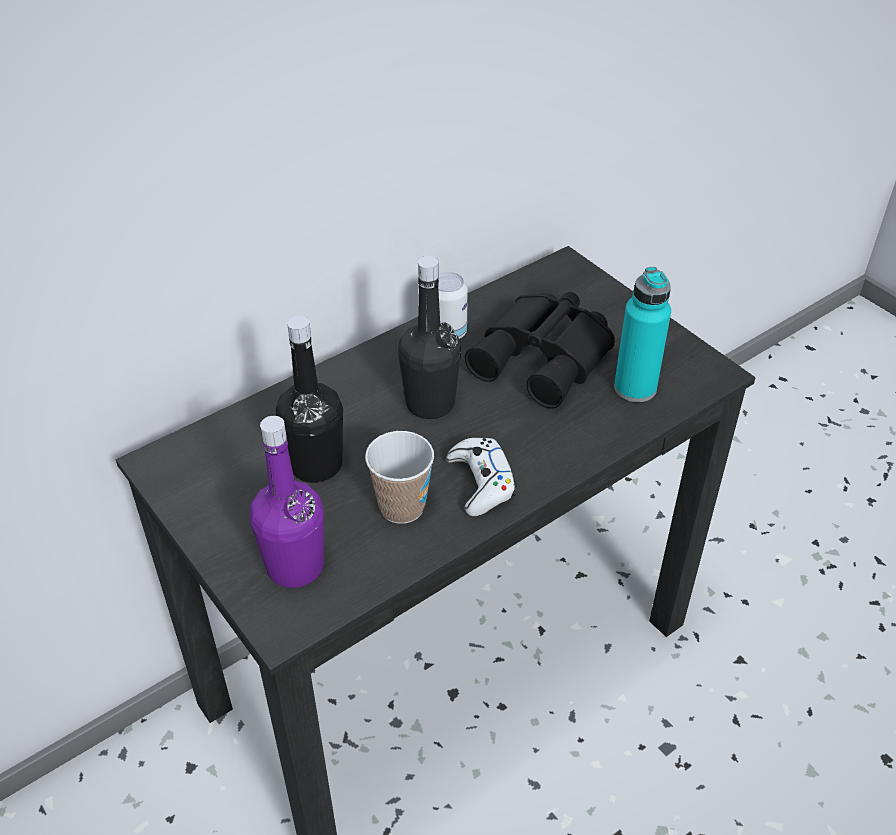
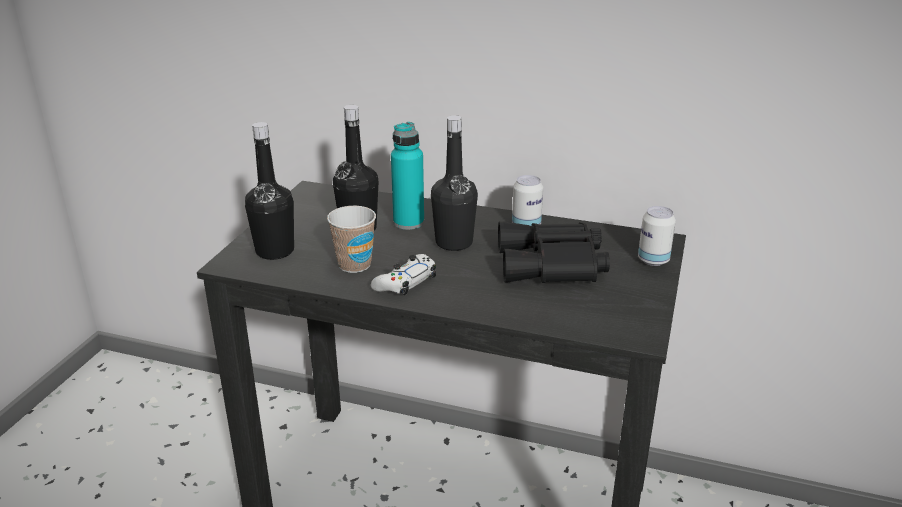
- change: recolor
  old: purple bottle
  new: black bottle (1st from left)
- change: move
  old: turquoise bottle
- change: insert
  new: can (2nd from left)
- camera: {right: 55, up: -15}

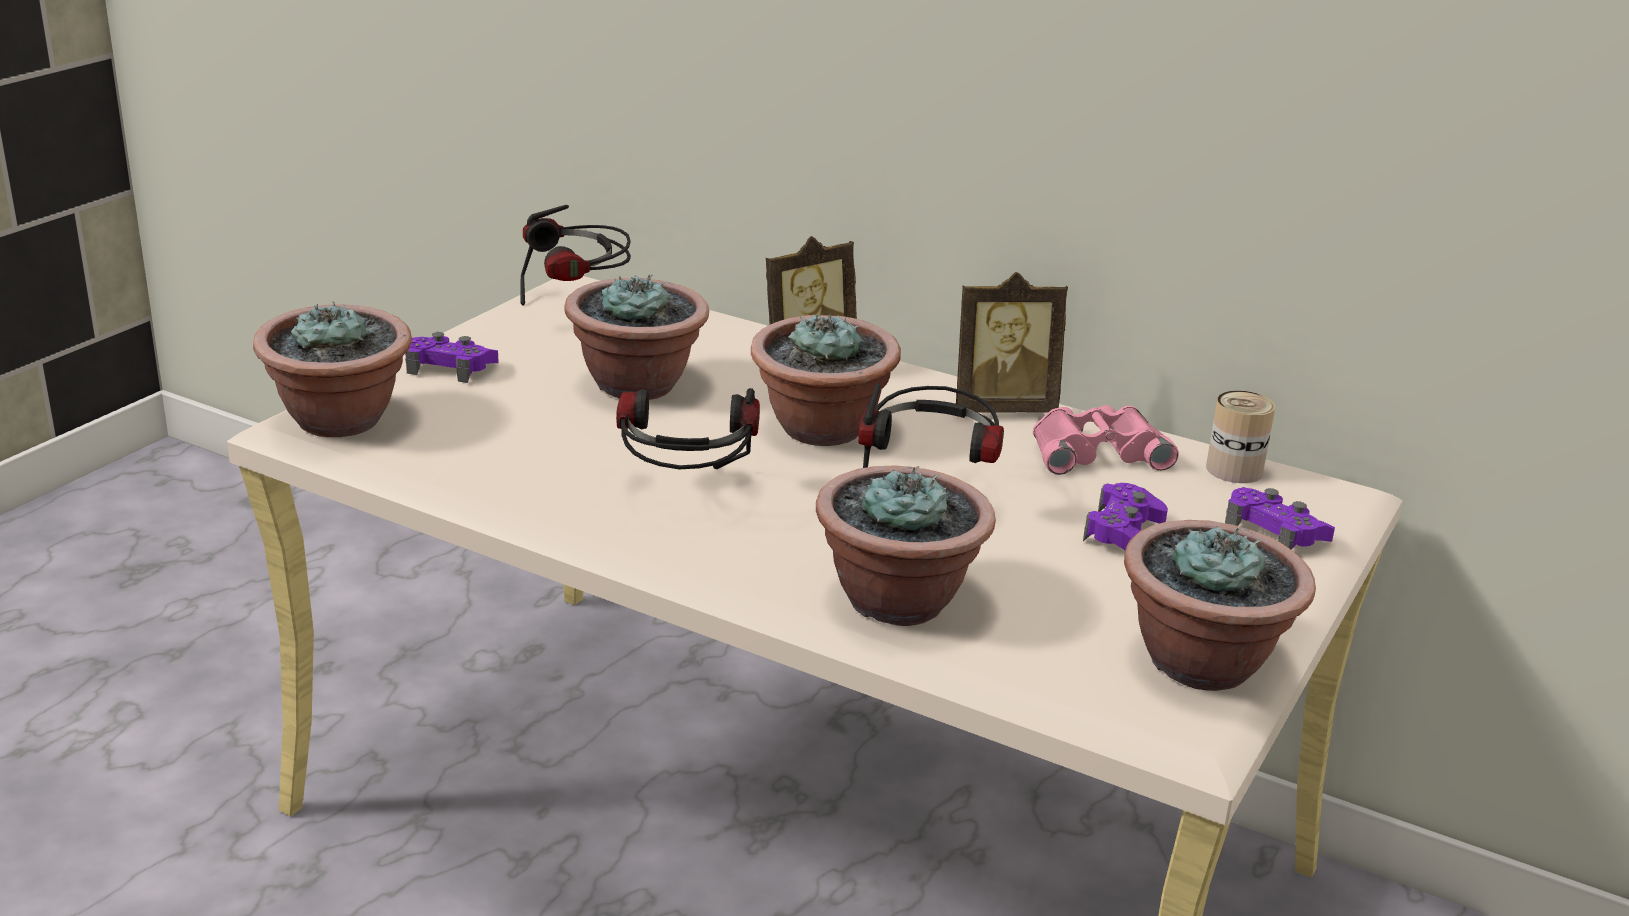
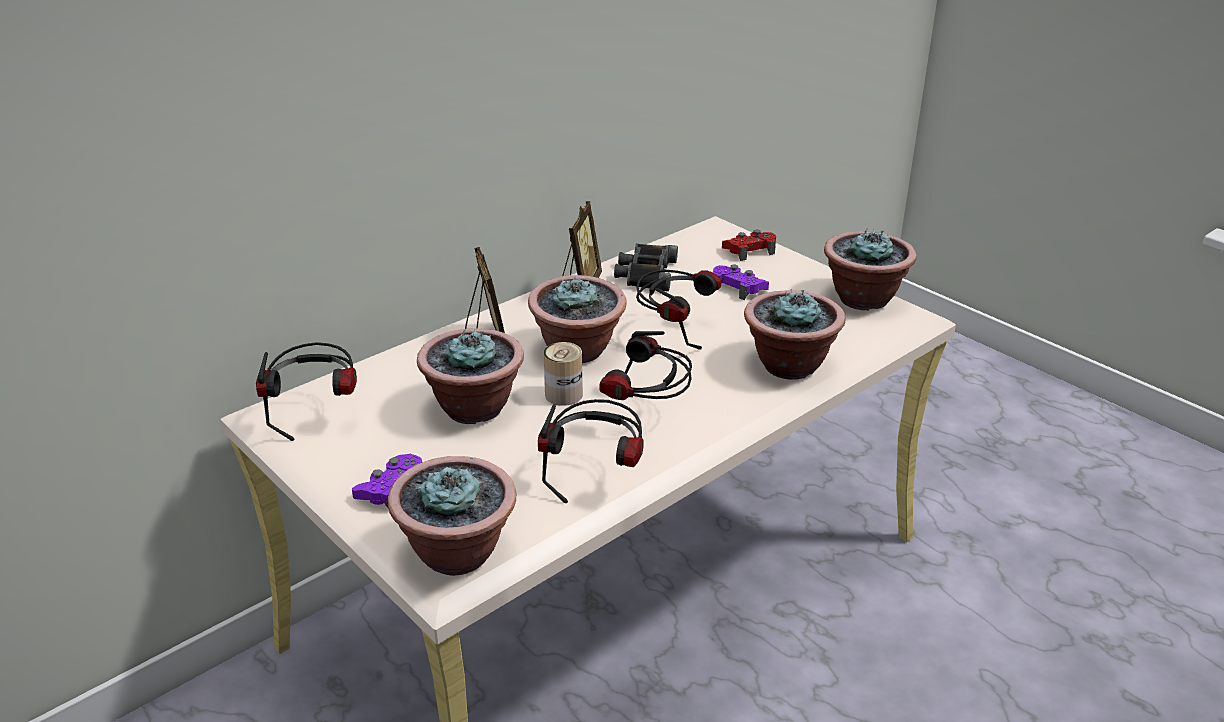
- change: recolor
  old: pink binoculars
  new: black binoculars
- change: move
  old: can
- change: recolor
  old: purple game controller (3rd from left)
  new: red game controller
- change: insert
  new: headphones (2nd from left)
- camera: {right: -70, up: 5}

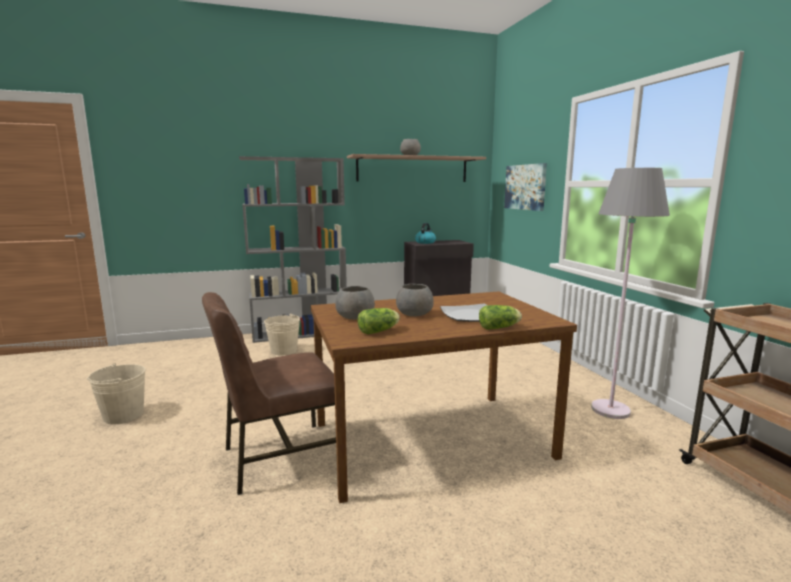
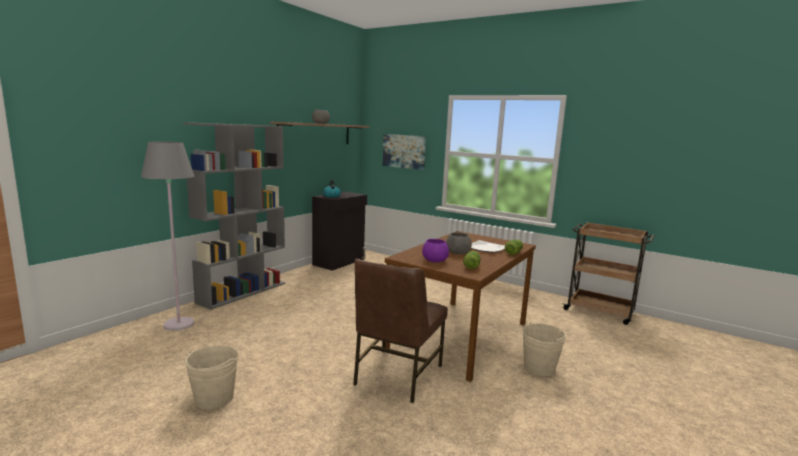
- change: move
  old: beige bucket (2nd from left)
- change: recolor
  old: grey bowl (1st from left)
  new: purple bowl
- change: move
  old: grey floor lamp
- camera: {right: -40, up: 0}

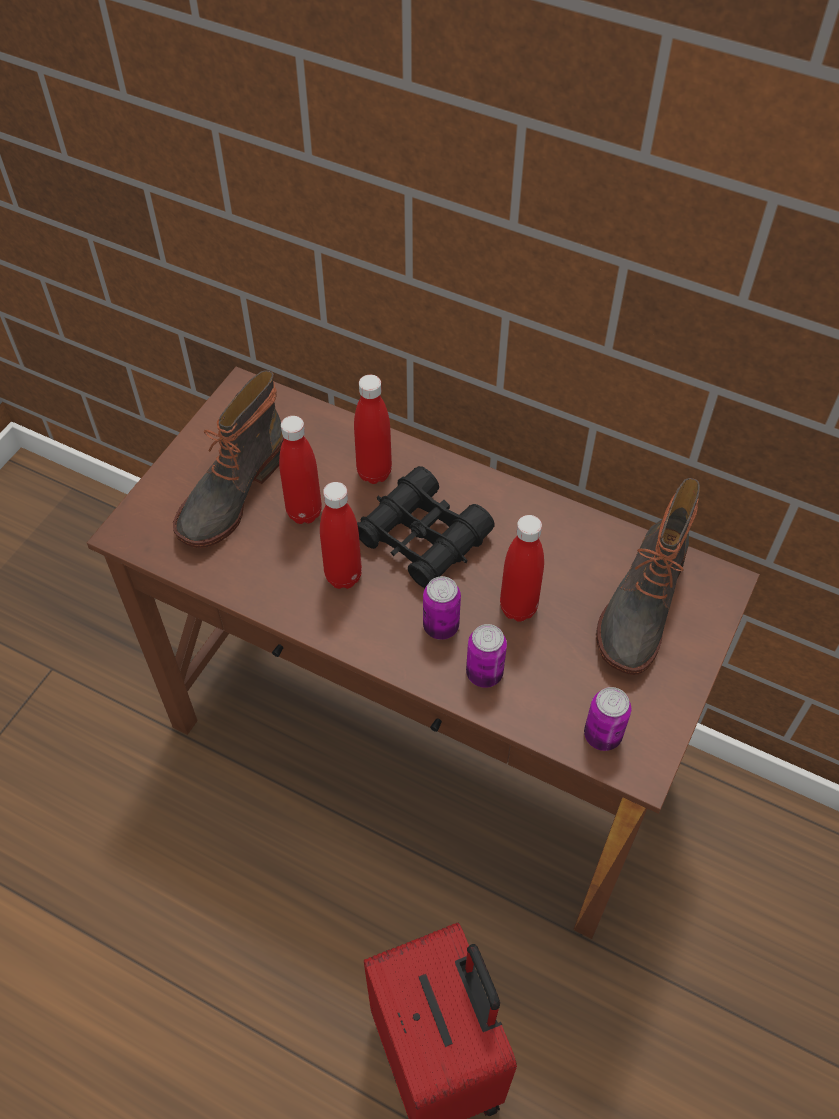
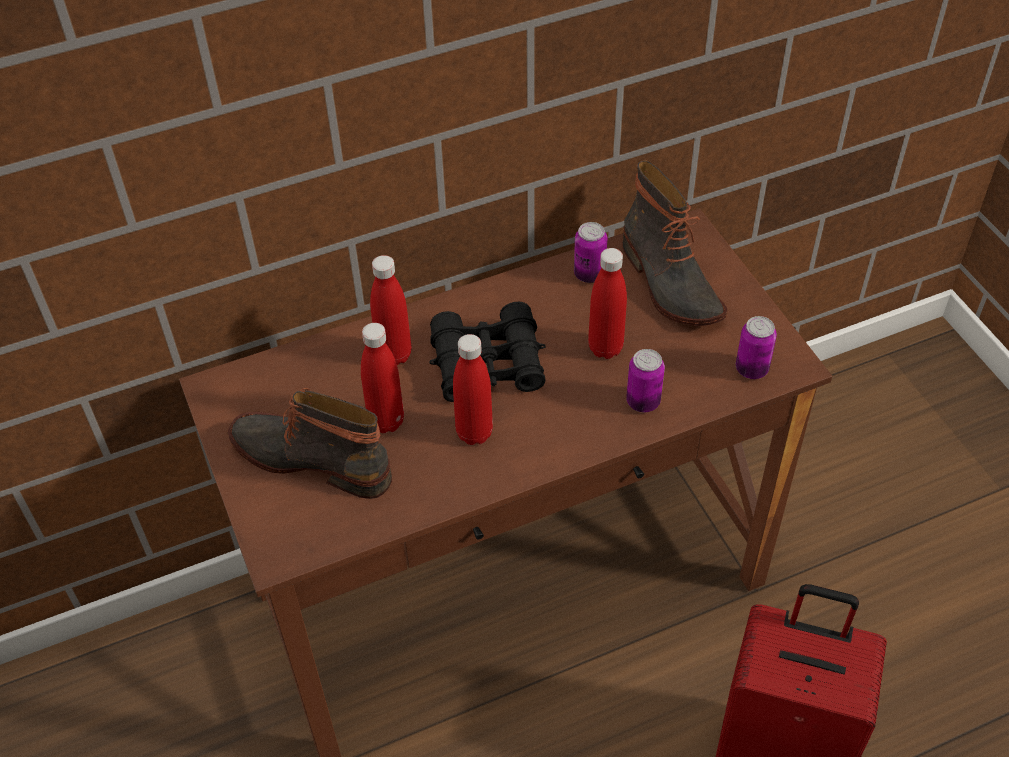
- change: rotate
  old: boot (1st from left)
  degrees: 135
- change: move
  old: can (1st from left)
- camera: {right: -50, up: -5}

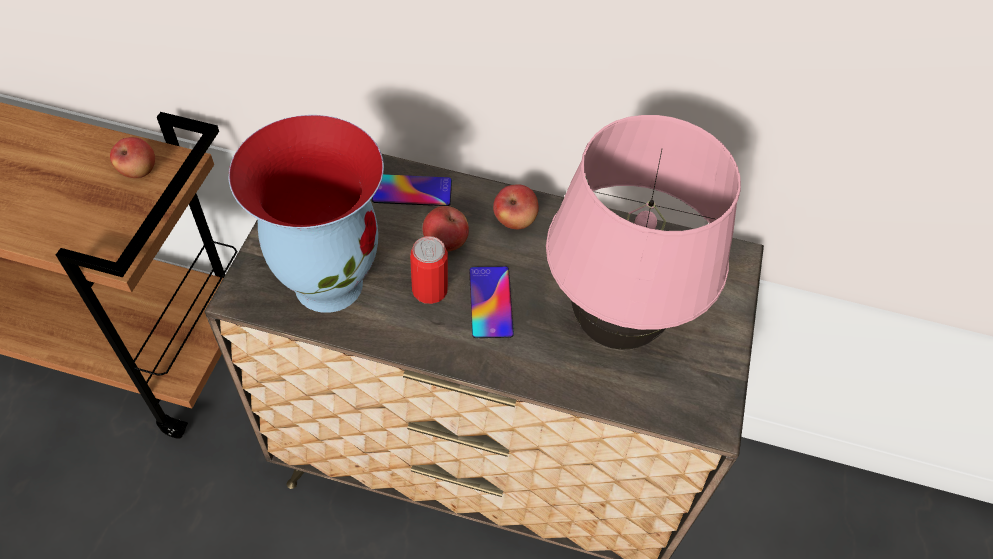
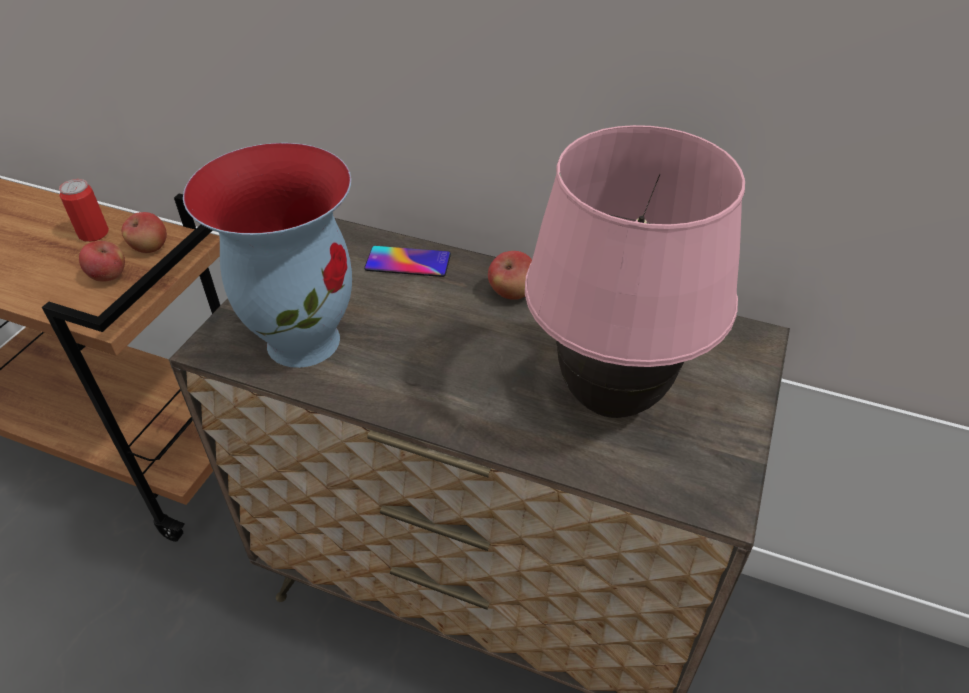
- change: move
  old: can
- change: move
  old: apple (2nd from left in the first image)
  new: apple (1st from left)
- change: delete
  old: phone (2nd from left)
- camera: {right: 10, up: -10}

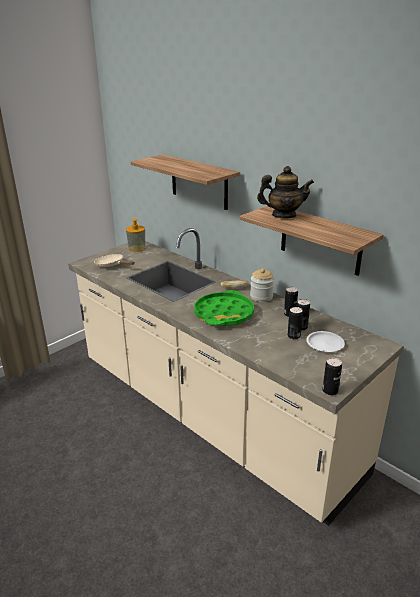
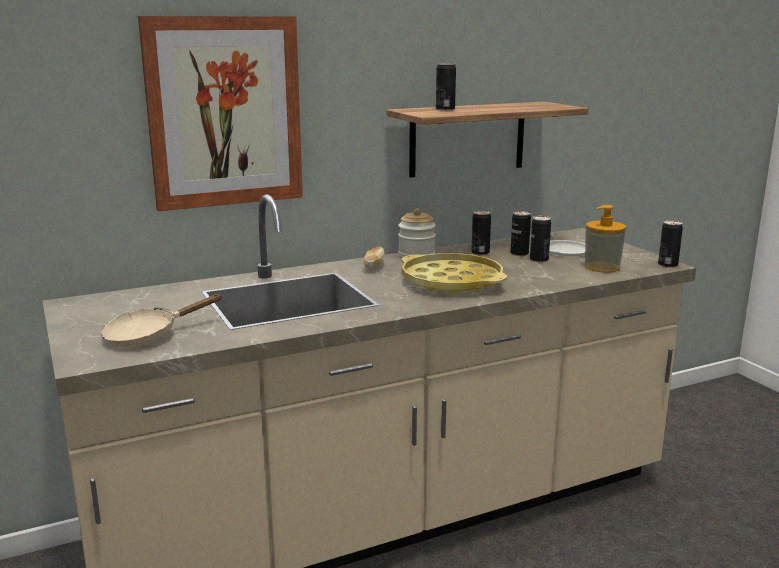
- change: move
  old: soap dispenser
- change: replace
  old: shelf (1st from left)
  new: picture
- change: recolor
  old: green tray
  new: yellow tray
- change: replace
  old: teapot
  new: can (1st from left)
- camera: {right: -70, up: -10}

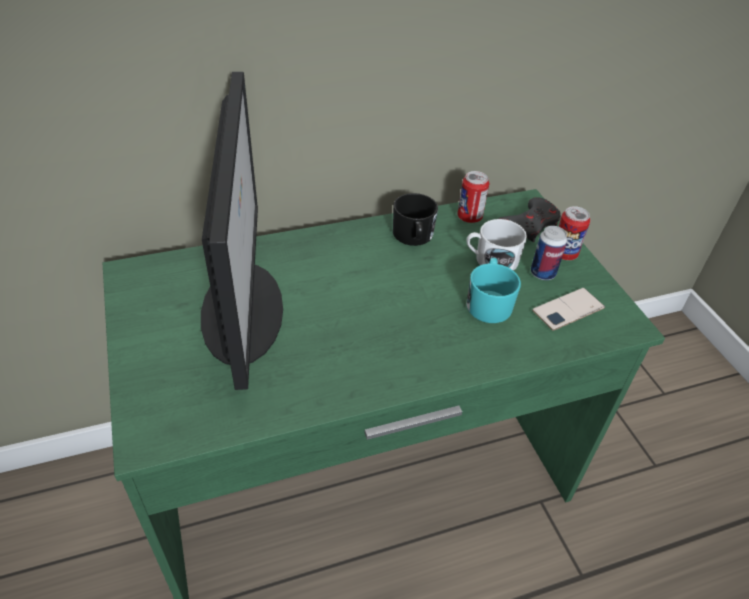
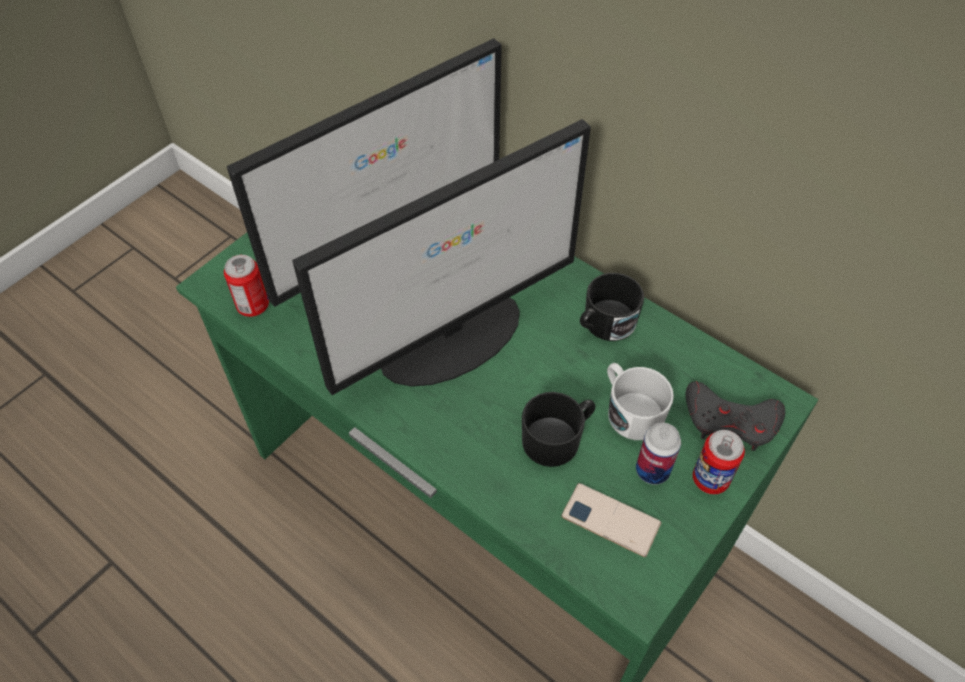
- change: move
  old: can (1st from left)
- change: recolor
  old: turquoise mug
  new: black mug (1st from left)
- change: insert
  new: monitor (2nd from left)
- camera: {right: 60, up: 10}

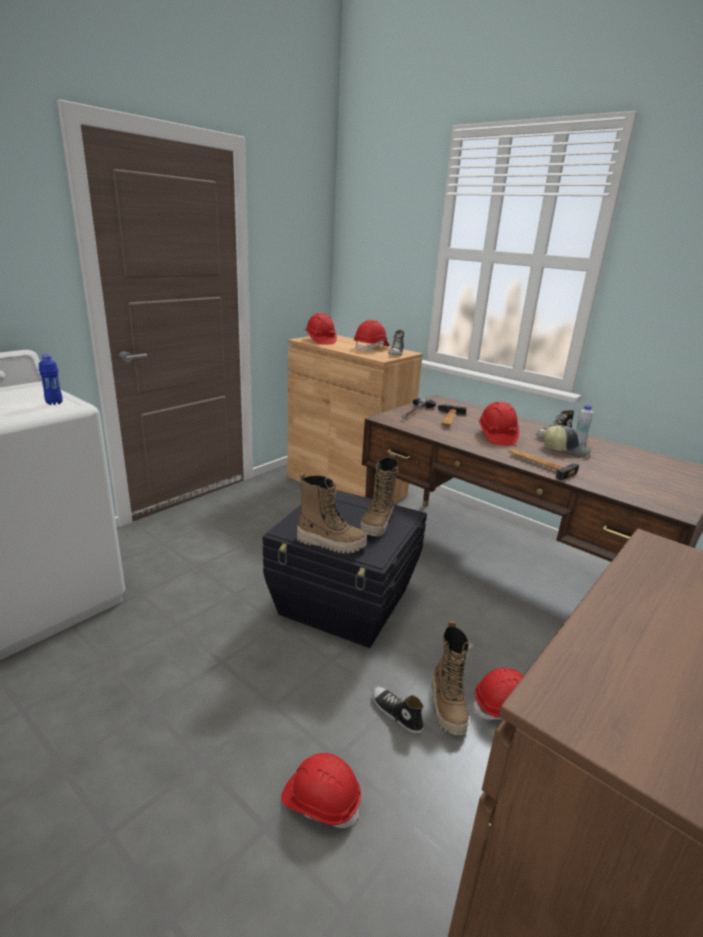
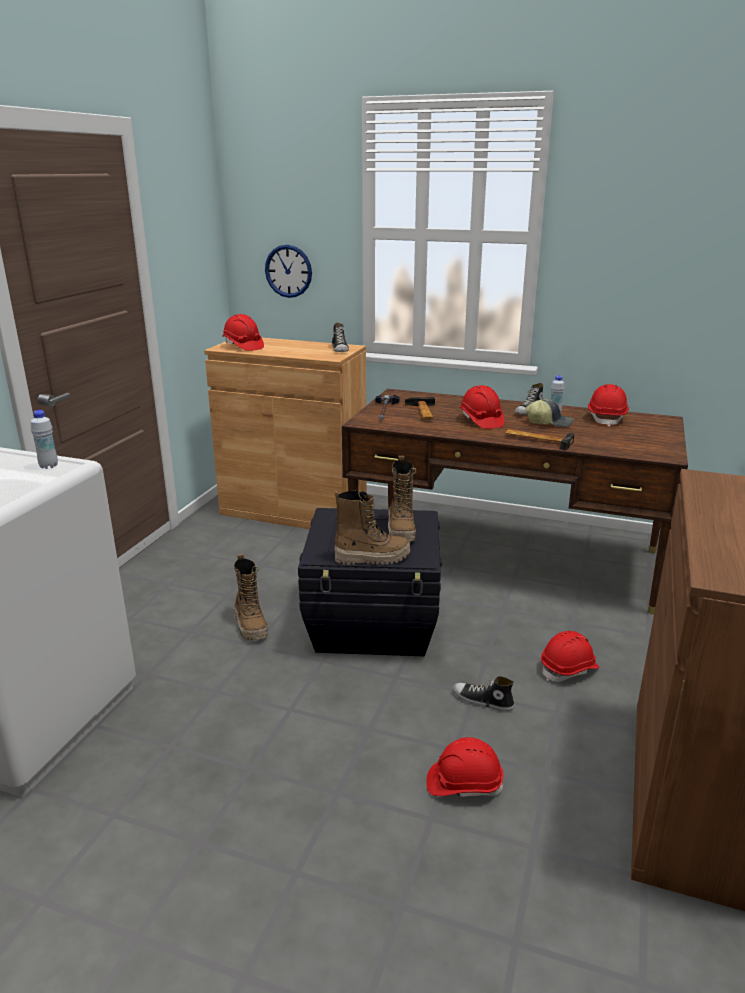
- change: recolor
  old: blue bottle
  new: white bottle (1st from left)
- change: move
  old: red hard hat (3rd from left in the first image)
  new: red hard hat (5th from left)
- change: move
  old: boot (3rd from left in the first image)
  new: boot (1st from left)
- change: insert
  new: wall clock
- camera: {right: -20, up: 0}

